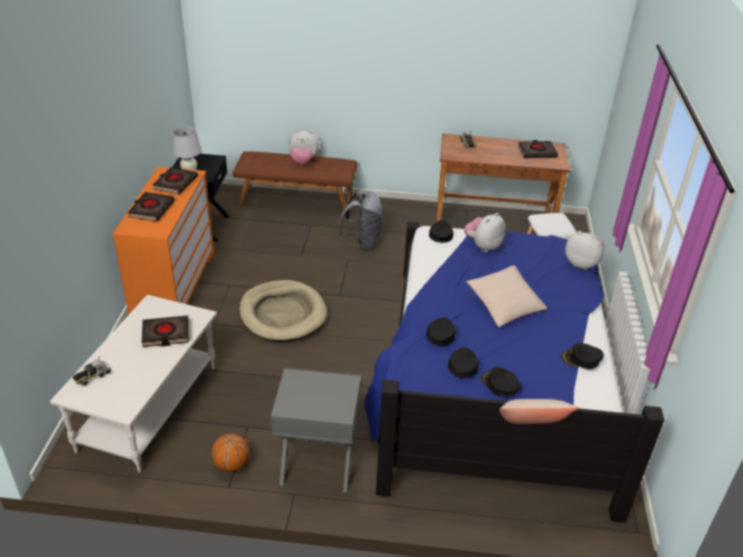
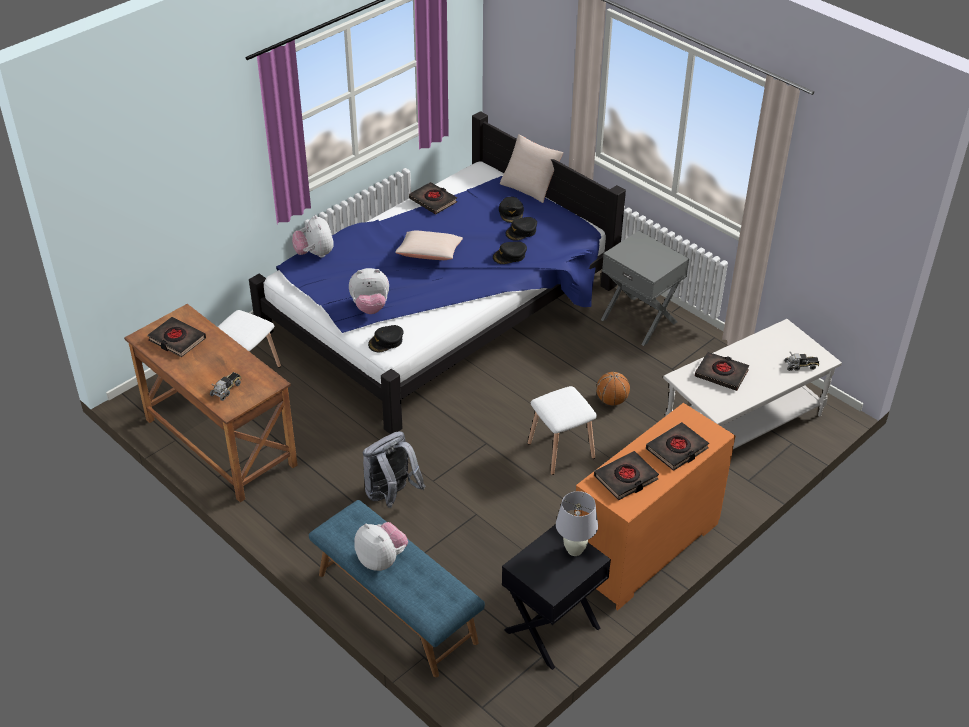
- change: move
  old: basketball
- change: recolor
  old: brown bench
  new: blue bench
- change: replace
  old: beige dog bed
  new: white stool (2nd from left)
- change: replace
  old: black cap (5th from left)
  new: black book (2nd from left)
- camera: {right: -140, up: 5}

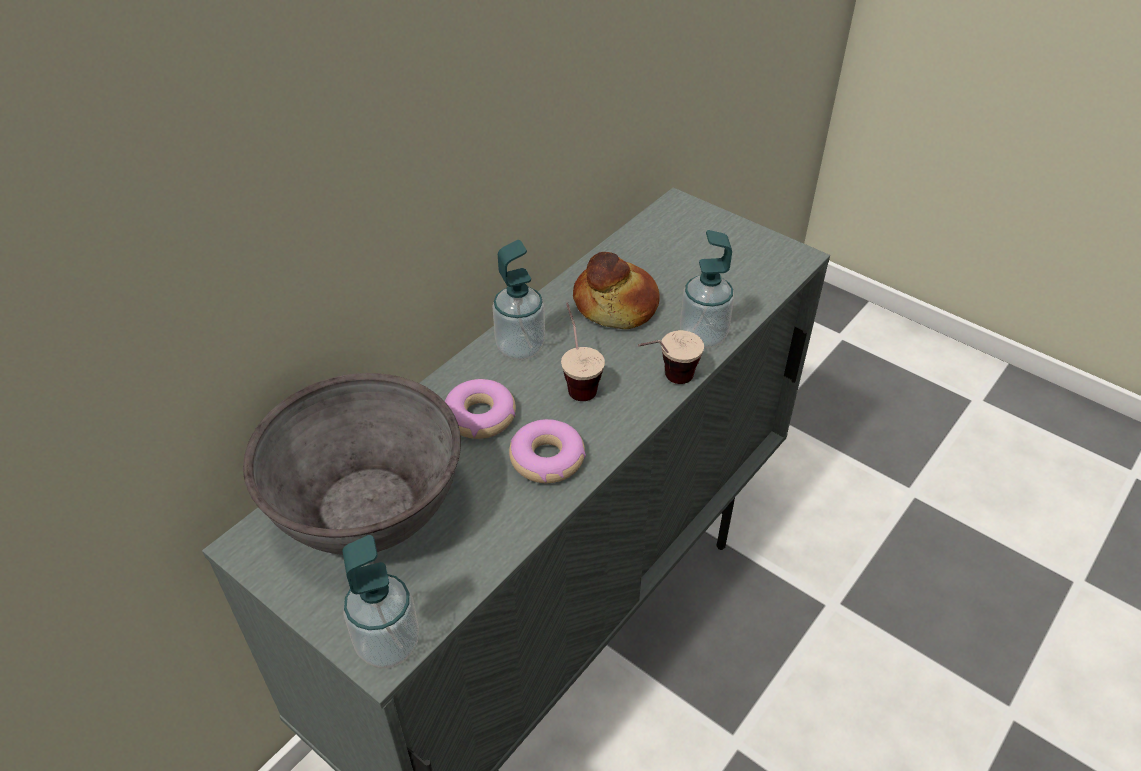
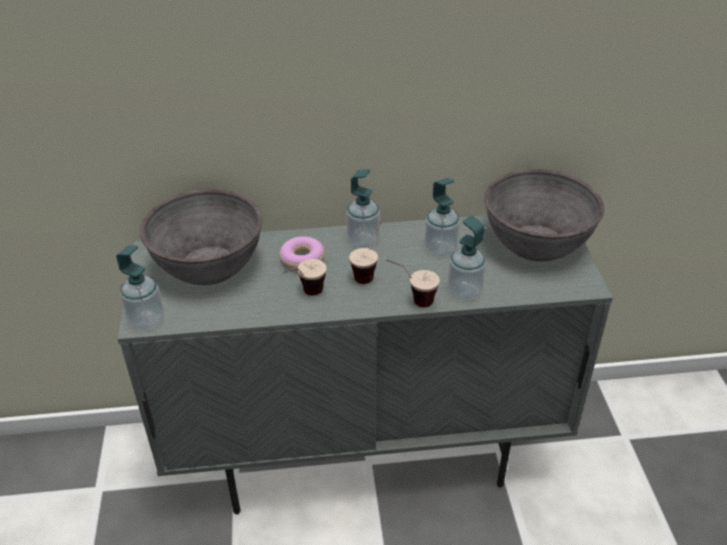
- change: replace
  old: donut (2nd from left)
  new: cup (1st from left)
- change: replace
  old: bread
  new: soap dispenser (3rd from left)
- change: insert
  new: grey bowl (2nd from left)
- camera: {right: 45, up: -5}

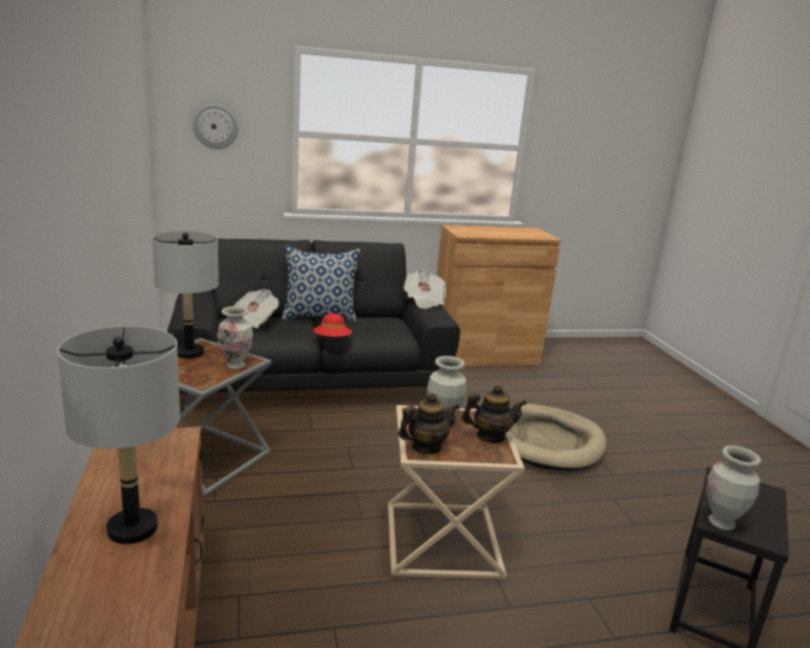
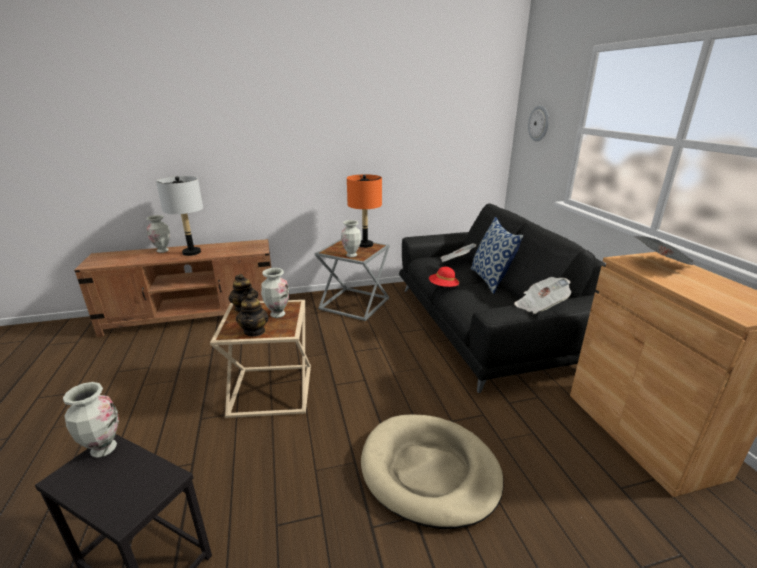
- change: recolor
  old: grey table lamp (2nd from left)
  new: orange table lamp
- change: insert
  new: vase (2nd from left)
- change: insert
  new: newspaper (3rd from left)
- camera: {right: 90, up: 5}

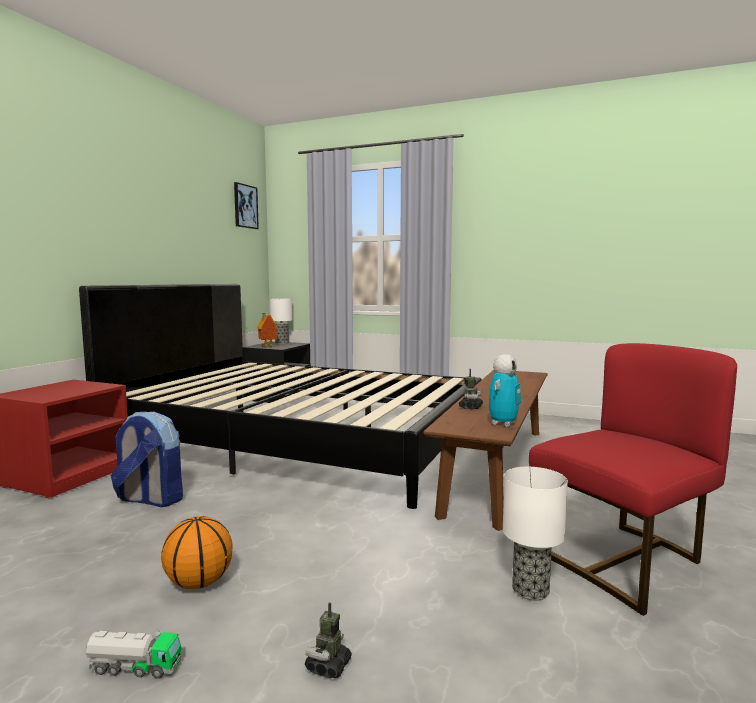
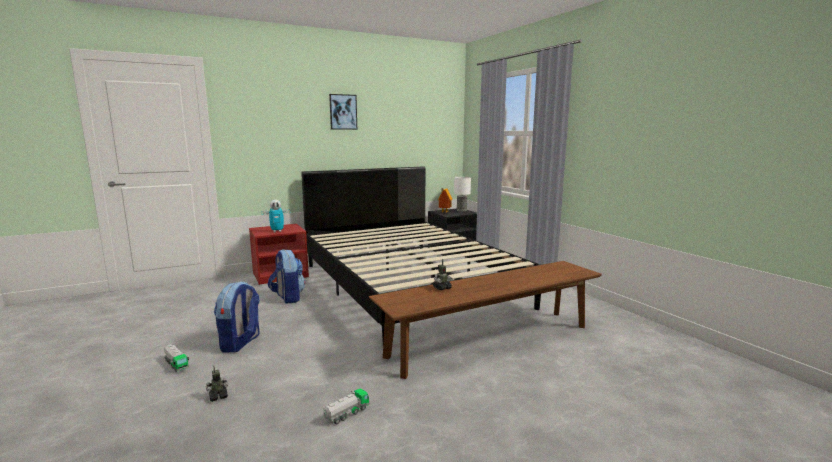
- change: replace
  old: basketball
  new: backpack (1st from left)
- change: move
  old: picture
- change: move
  old: toy robot (3rd from left in the first image)
  new: toy robot (2nd from left)
- change: replace
  old: table lamp (2nd from left)
  new: toy truck (2nd from left)
- change: delete
  old: red chair
- camera: {right: 40, up: 5}

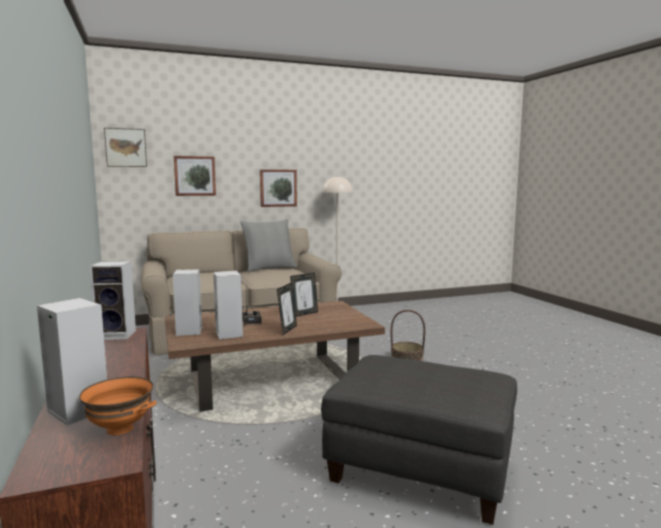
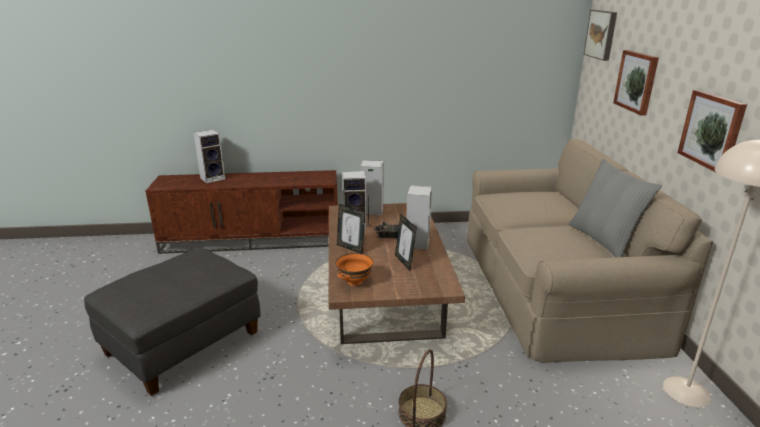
- change: move
  old: orange bowl
- change: move
  old: speaker (2nd from left in the first image)
  new: speaker (4th from left)
- camera: {right: 105, up: 15}

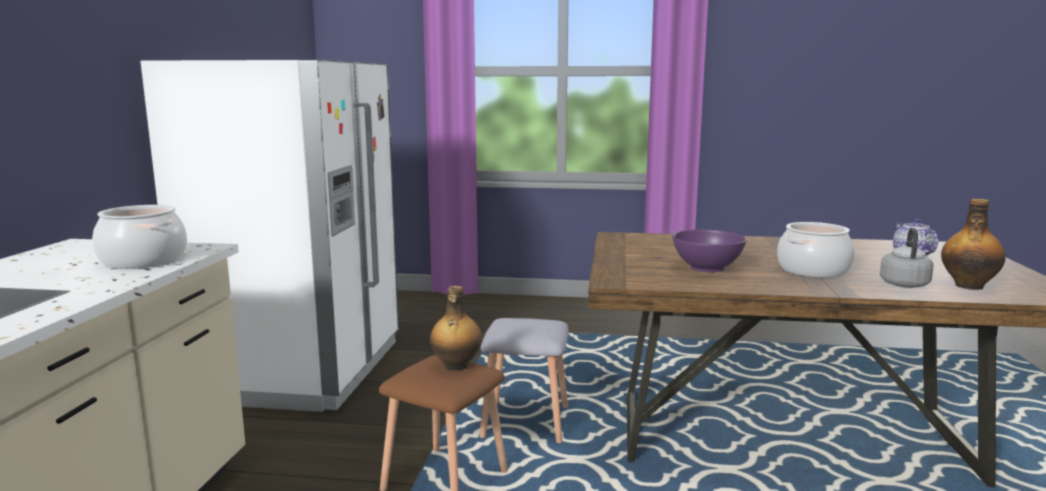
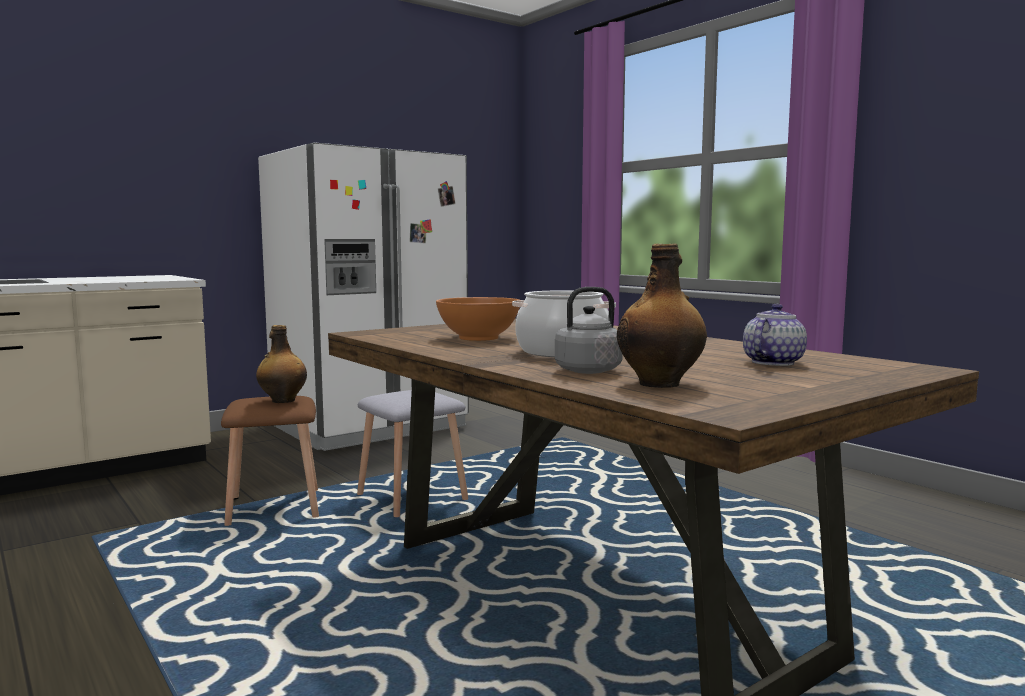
- change: delete
  old: cooking pot (1st from left)
- change: recolor
  old: purple bowl
  new: orange bowl
- camera: {right: 45, up: -5}

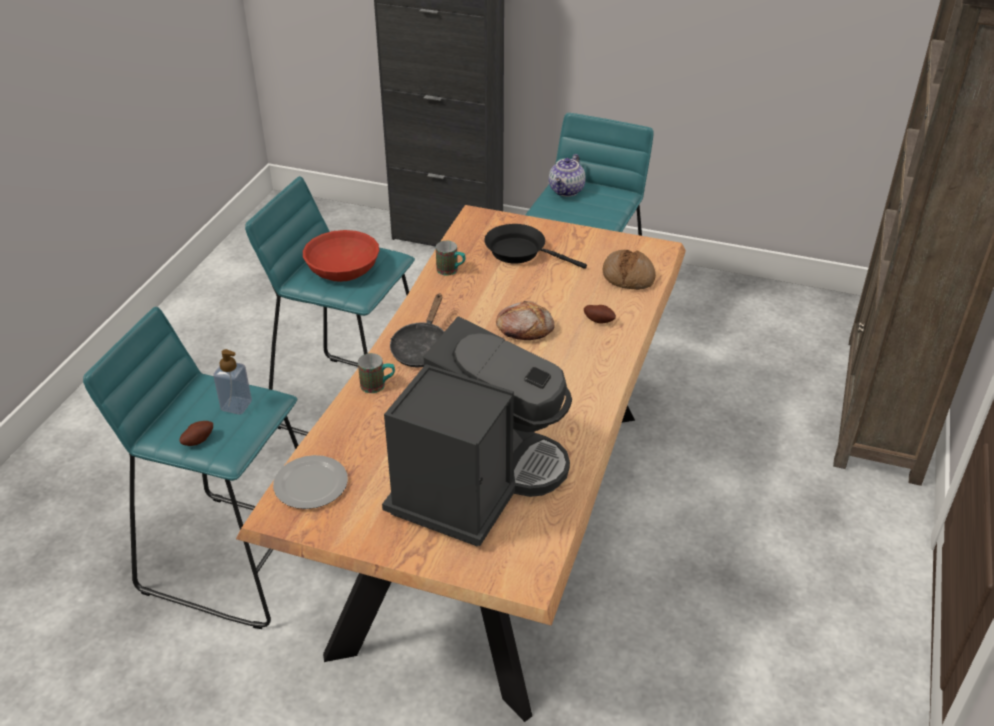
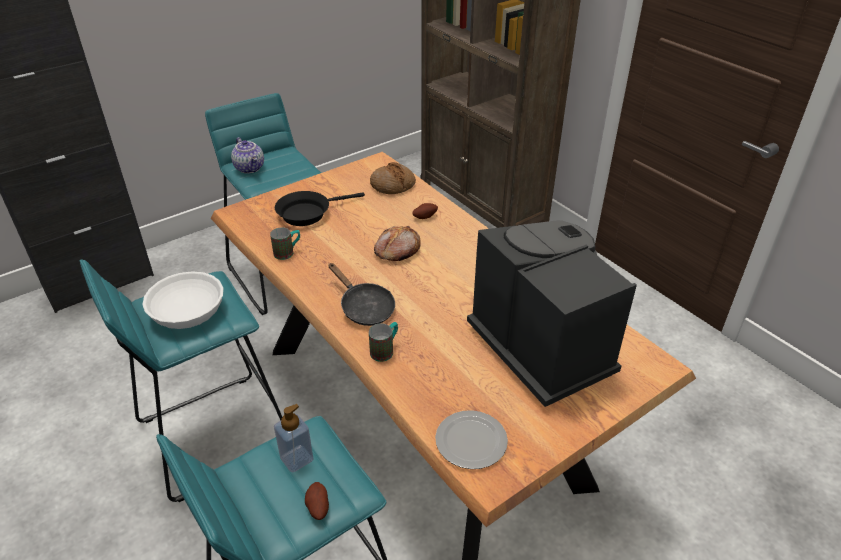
- change: recolor
  old: red bowl
  new: white bowl
- camera: {right: -55, up: 0}

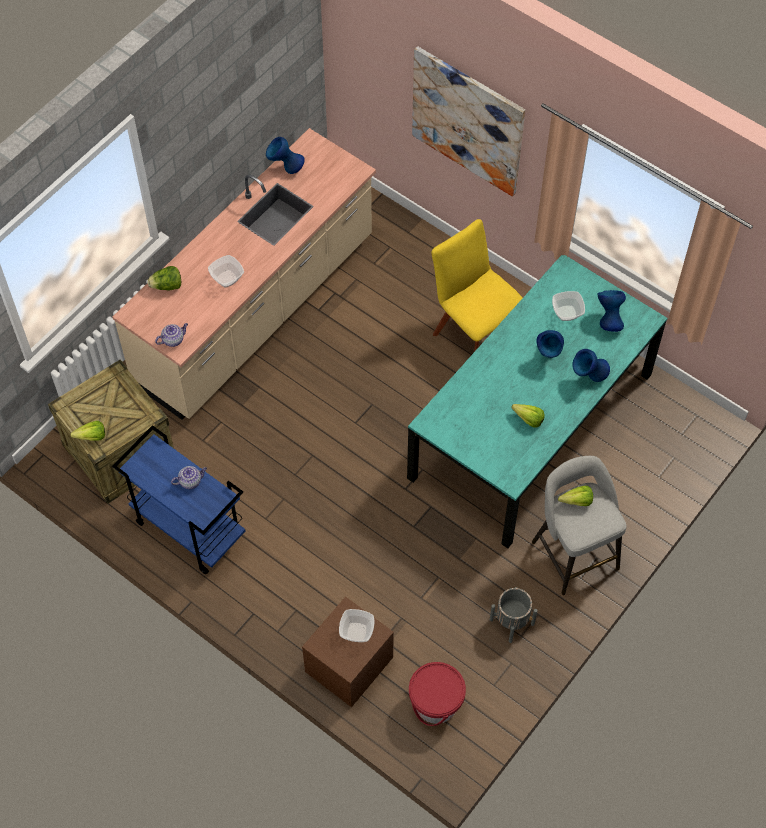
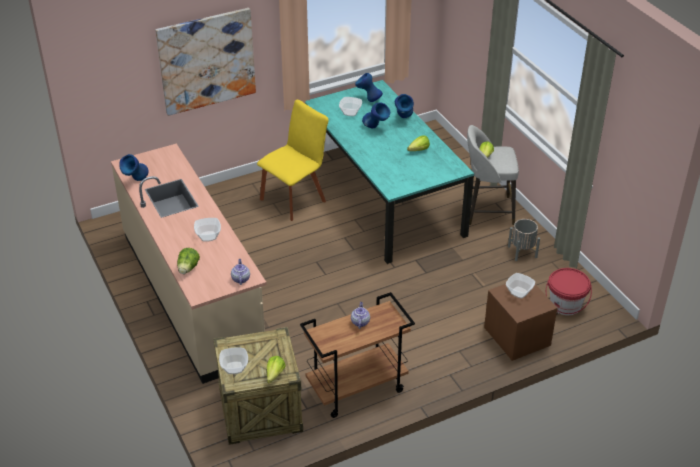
- change: recolor
  old: blue cart
  new: brown cart
- change: rotate
  old: yellow chair
  degrees: 150
- change: insert
  new: bowl (2nd from left)
- camera: {right: -65, up: -20}

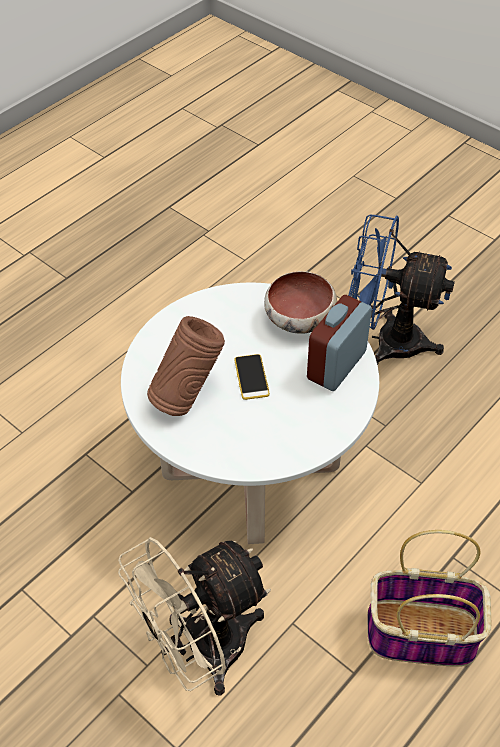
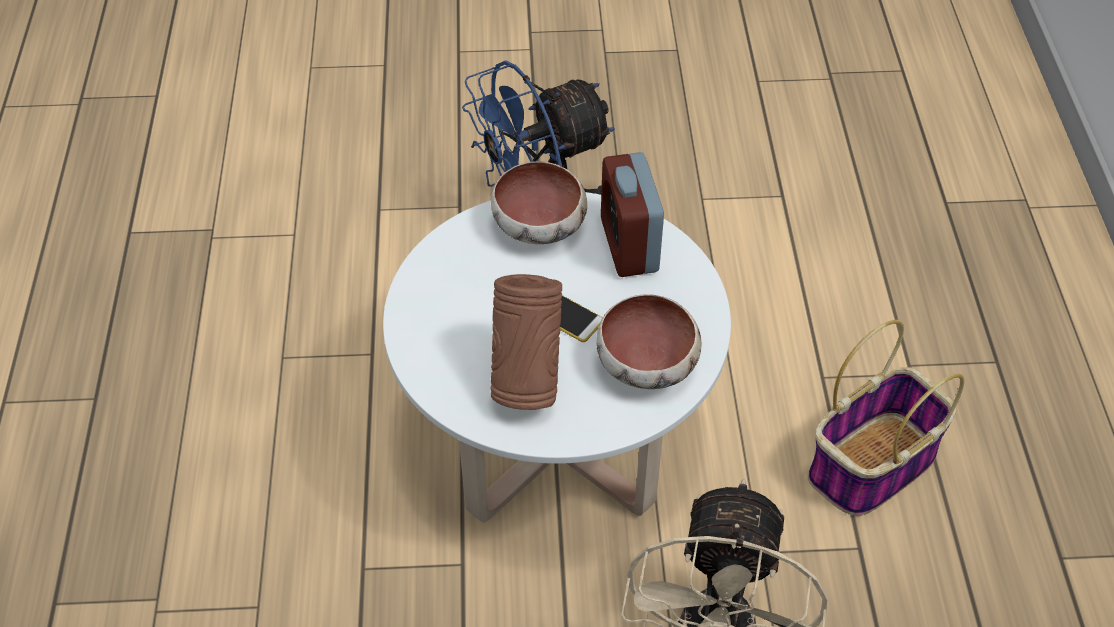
- change: insert
  new: bowl (2nd from left)
- camera: {right: -45, up: 0}

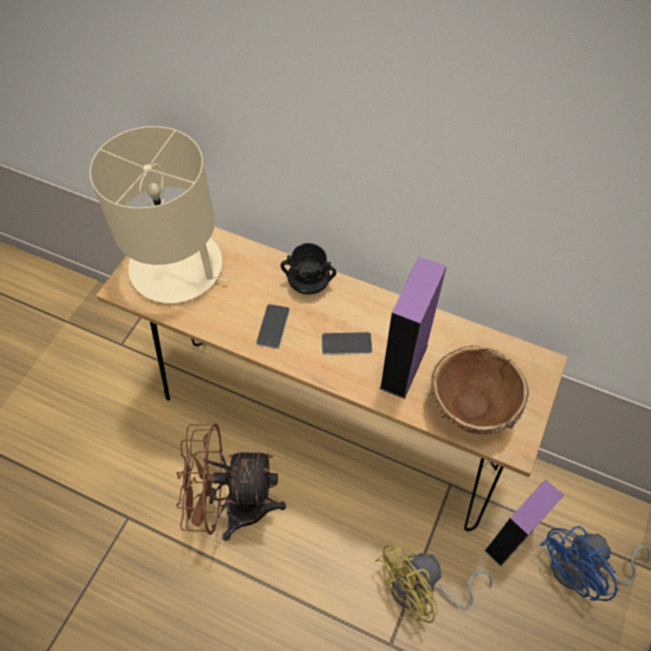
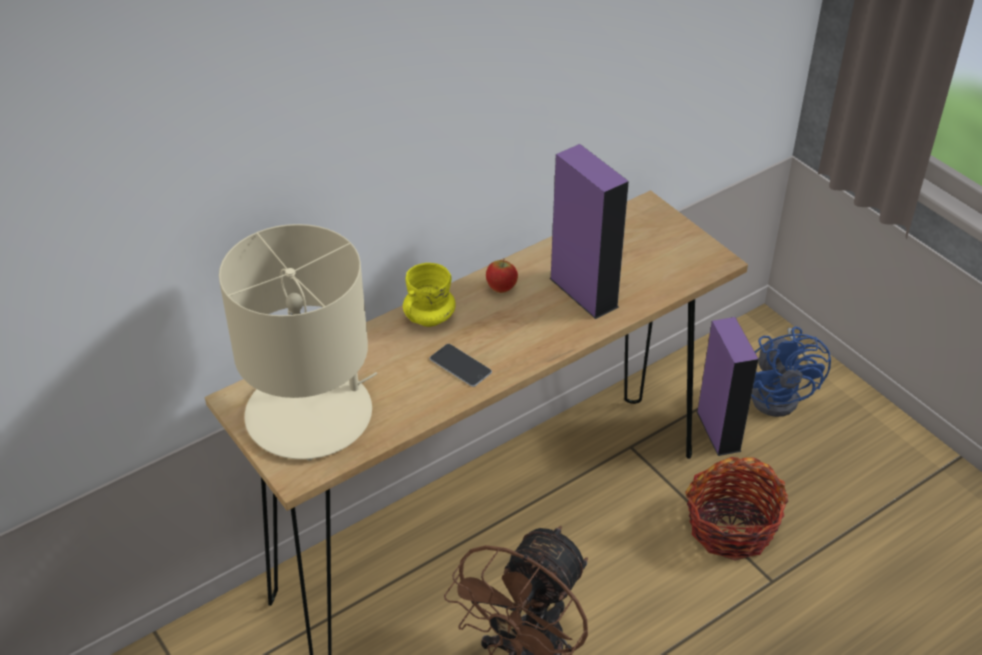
- change: recolor
  old: black mug
  new: yellow mug
- change: delete
  old: phone (2nd from left)
- change: replace
  old: yellow fan
  new: basket
- change: delete
  old: brown bowl
- change: insert
  new: apple
- camera: {right: -60, up: -15}

